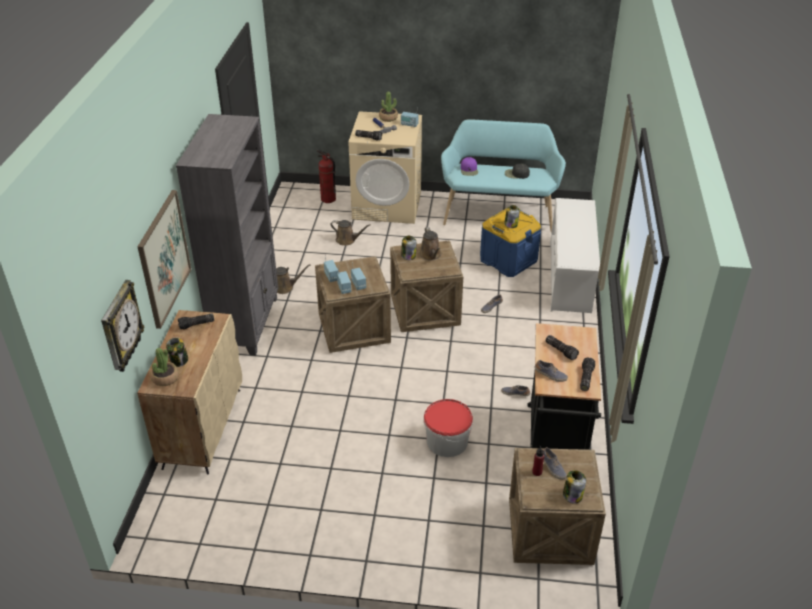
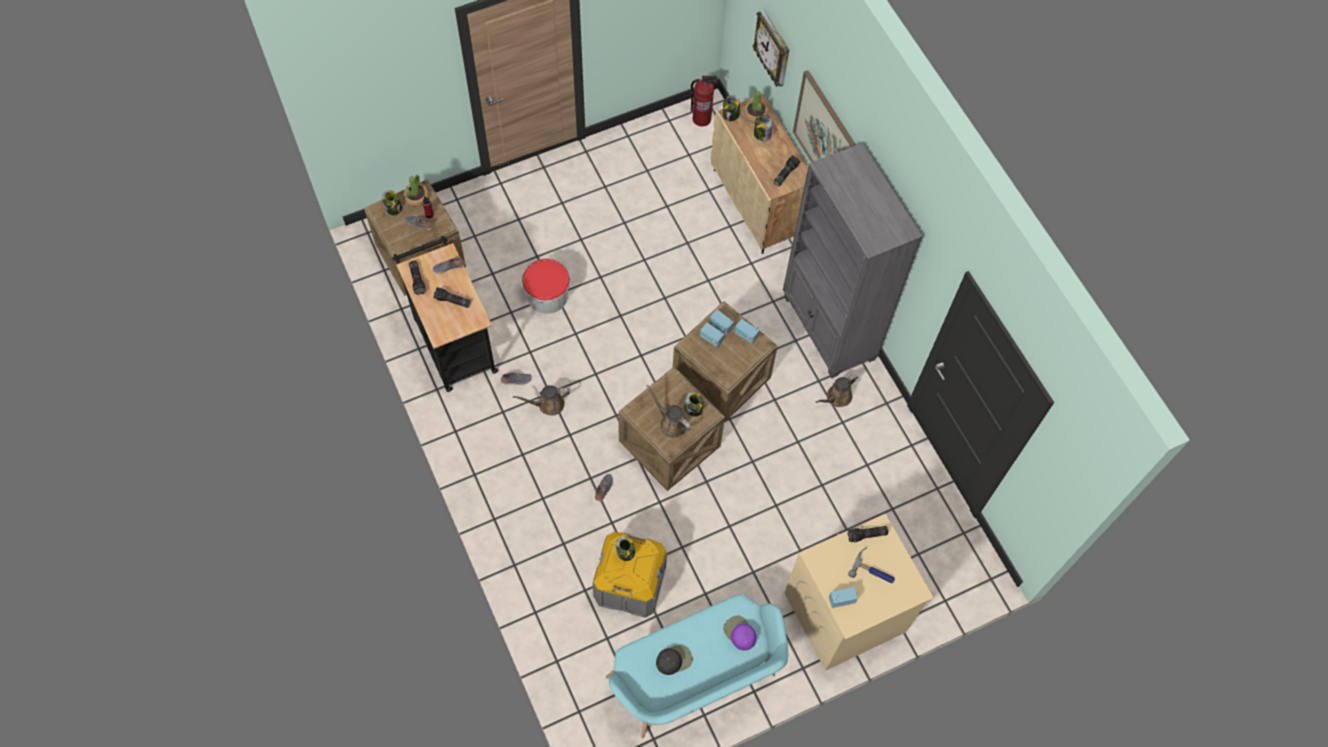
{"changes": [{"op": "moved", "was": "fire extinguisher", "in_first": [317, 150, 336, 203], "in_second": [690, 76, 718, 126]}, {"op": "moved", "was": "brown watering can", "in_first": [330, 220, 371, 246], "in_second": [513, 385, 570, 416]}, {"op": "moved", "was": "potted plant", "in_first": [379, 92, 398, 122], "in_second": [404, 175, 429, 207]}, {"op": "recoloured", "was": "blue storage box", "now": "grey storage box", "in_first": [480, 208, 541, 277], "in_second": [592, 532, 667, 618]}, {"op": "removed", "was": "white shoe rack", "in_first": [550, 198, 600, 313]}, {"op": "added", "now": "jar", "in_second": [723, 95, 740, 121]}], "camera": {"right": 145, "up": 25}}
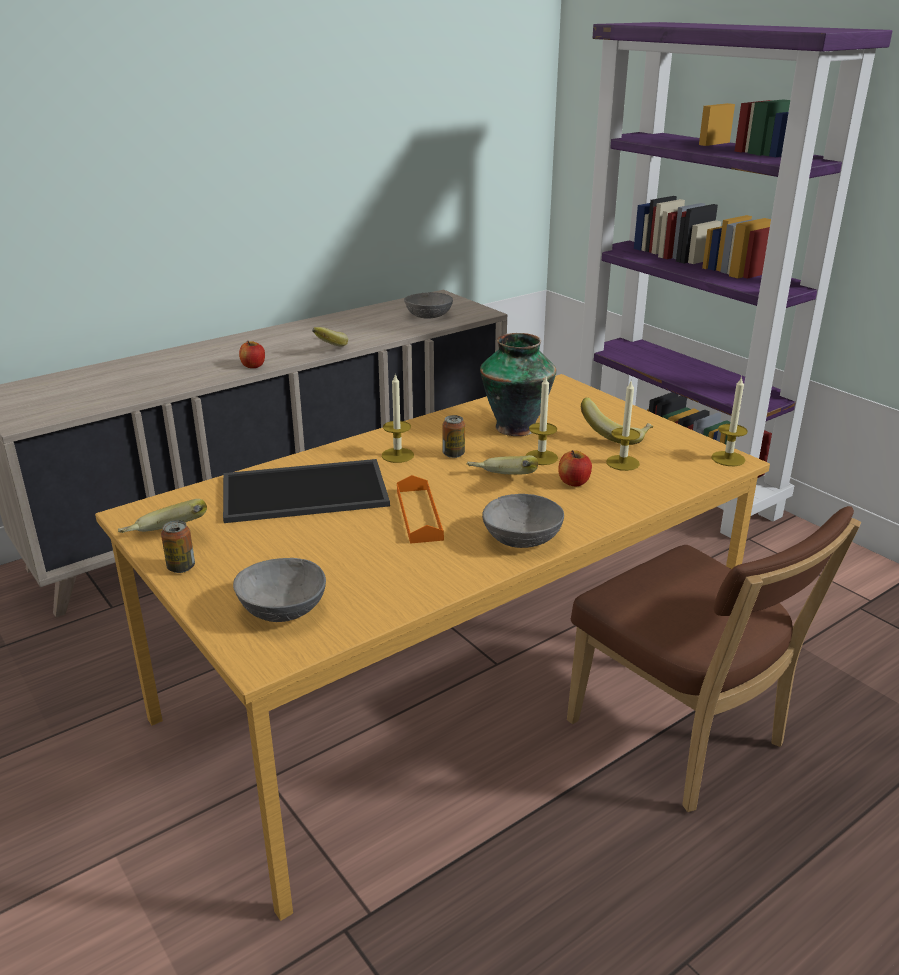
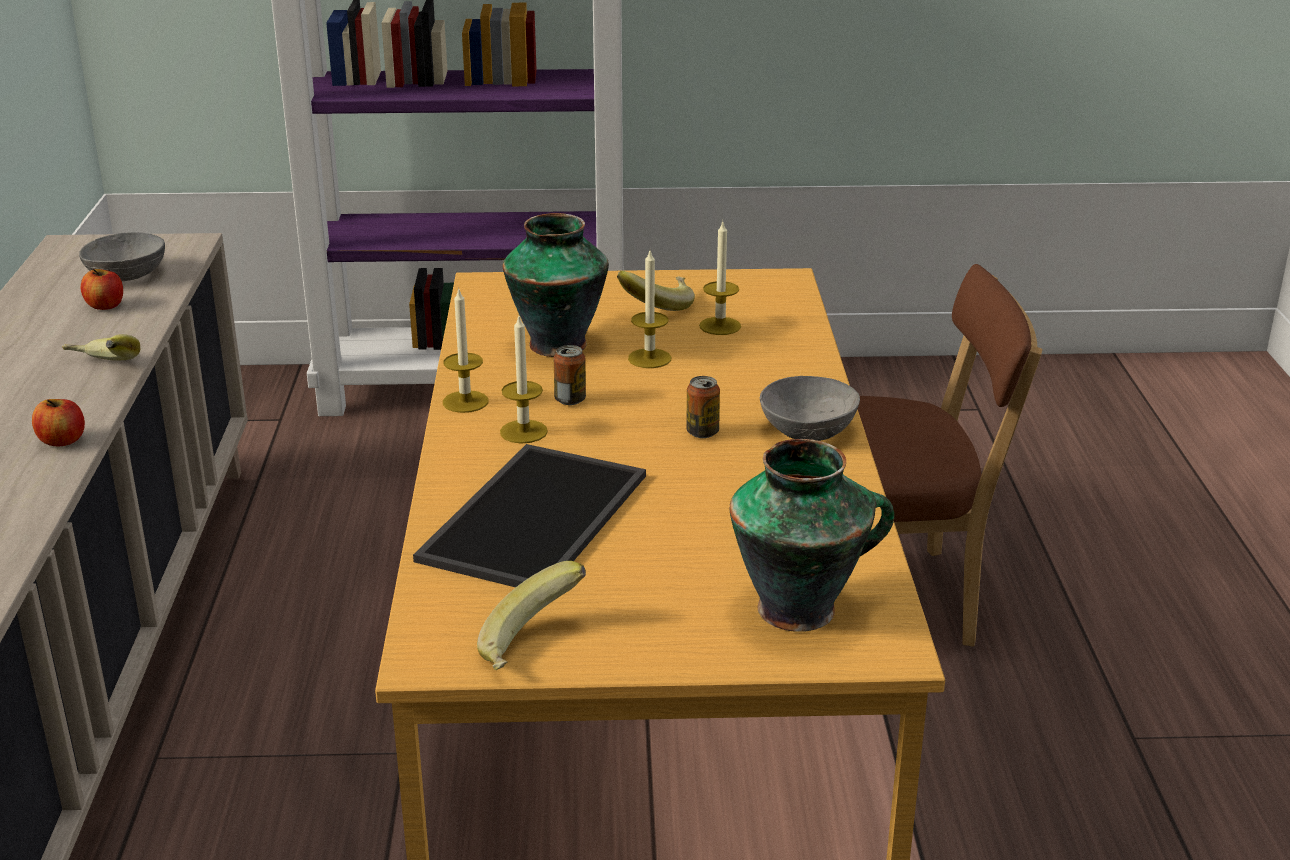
{"changes": [{"op": "moved", "was": "can", "in_first": [161, 520, 195, 573], "in_second": [687, 376, 720, 438]}, {"op": "replaced", "was": "grey bowl", "now": "vase", "in_first": [233, 558, 326, 622], "in_second": [730, 439, 894, 632]}, {"op": "removed", "was": "orange tray", "in_first": [397, 475, 444, 544]}, {"op": "removed", "was": "banana", "in_first": [467, 455, 538, 475]}, {"op": "moved", "was": "apple", "in_first": [558, 450, 592, 486], "in_second": [81, 269, 123, 310]}, {"op": "moved", "was": "candle", "in_first": [711, 376, 748, 466], "in_second": [443, 287, 489, 413]}], "camera": {"right": -55, "up": 0}}
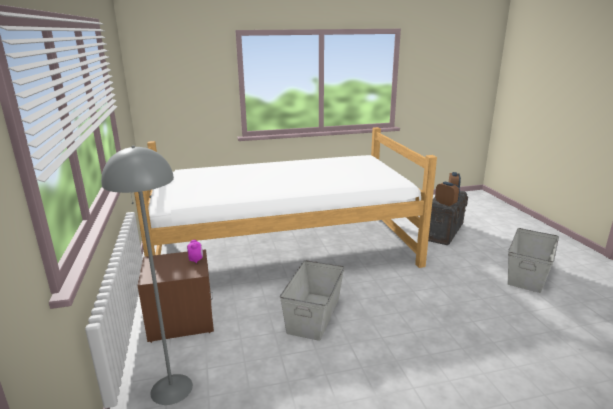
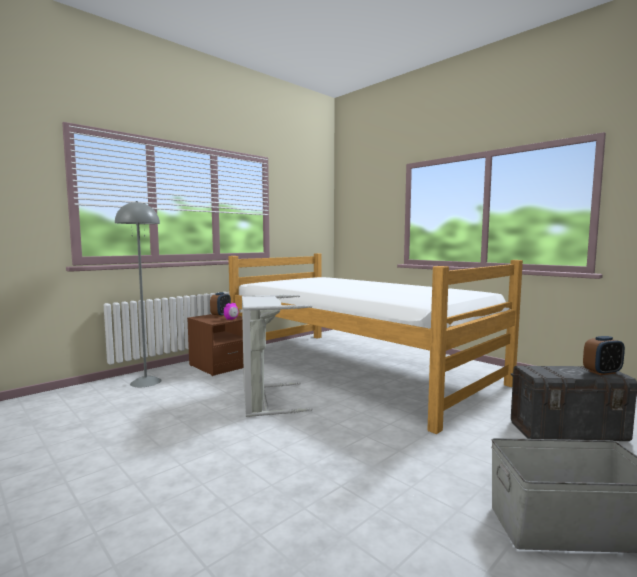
{"changes": [{"op": "replaced", "was": "grey storage box", "now": "grey laundry basket", "in_first": [280, 260, 345, 341], "in_second": [242, 294, 313, 417]}, {"op": "moved", "was": "alarm clock", "in_first": [435, 182, 460, 206], "in_second": [210, 292, 231, 317]}], "camera": {"right": 60, "up": -15}}
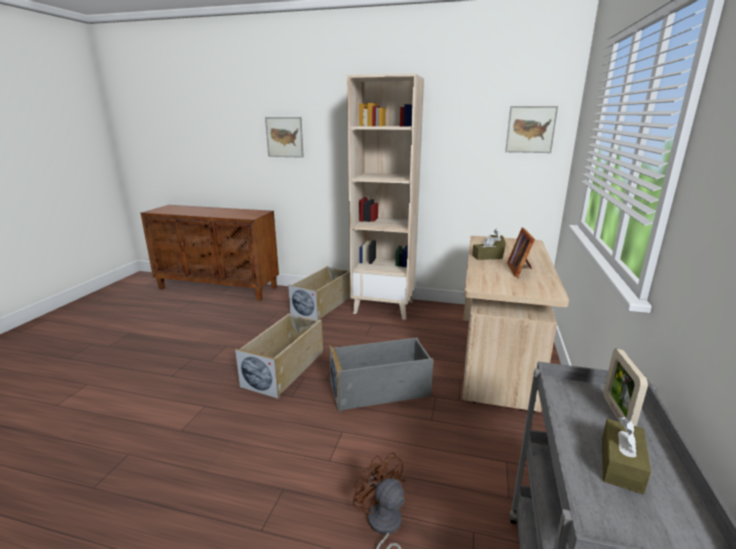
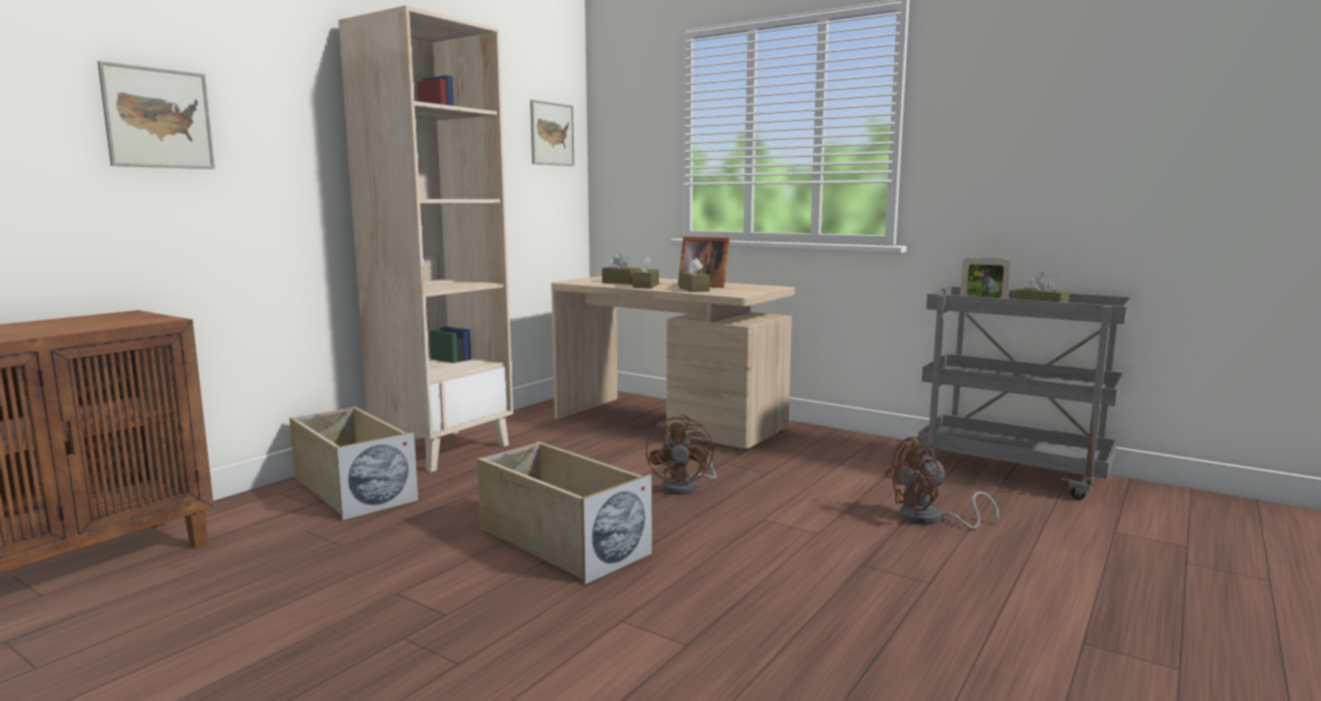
{"changes": [{"op": "replaced", "was": "grey storage box", "now": "brown fan", "in_first": [330, 337, 433, 412], "in_second": [646, 414, 716, 495]}, {"op": "added", "now": "brown tissue box", "in_second": [679, 258, 710, 292]}], "camera": {"right": -70, "up": -10}}
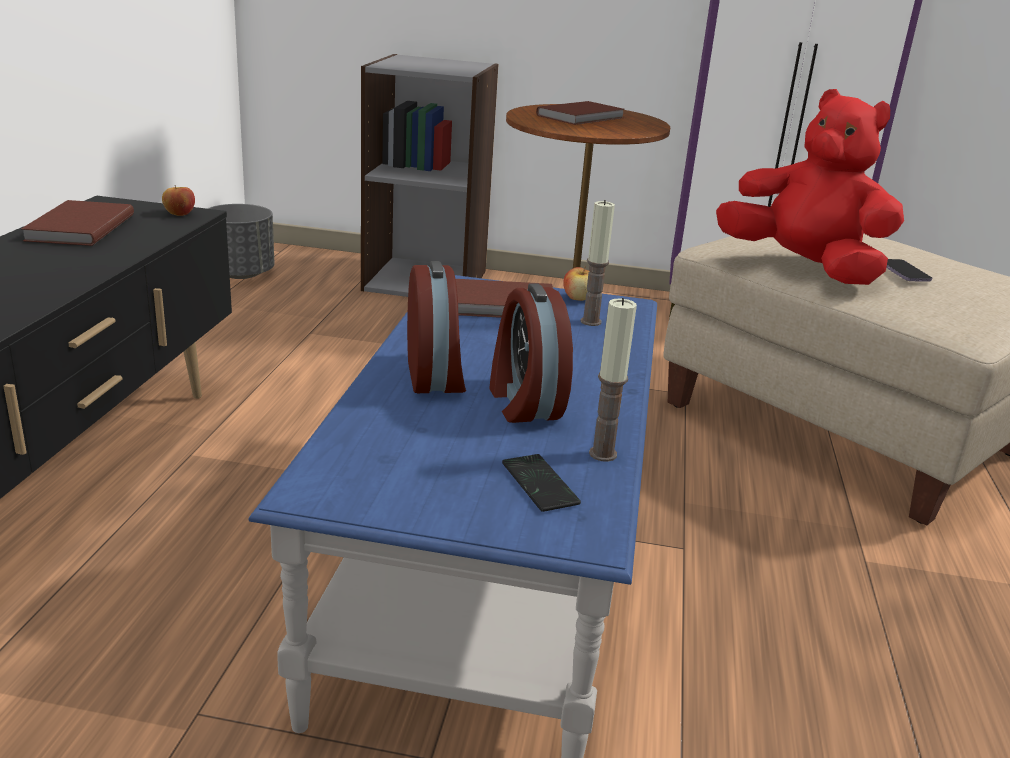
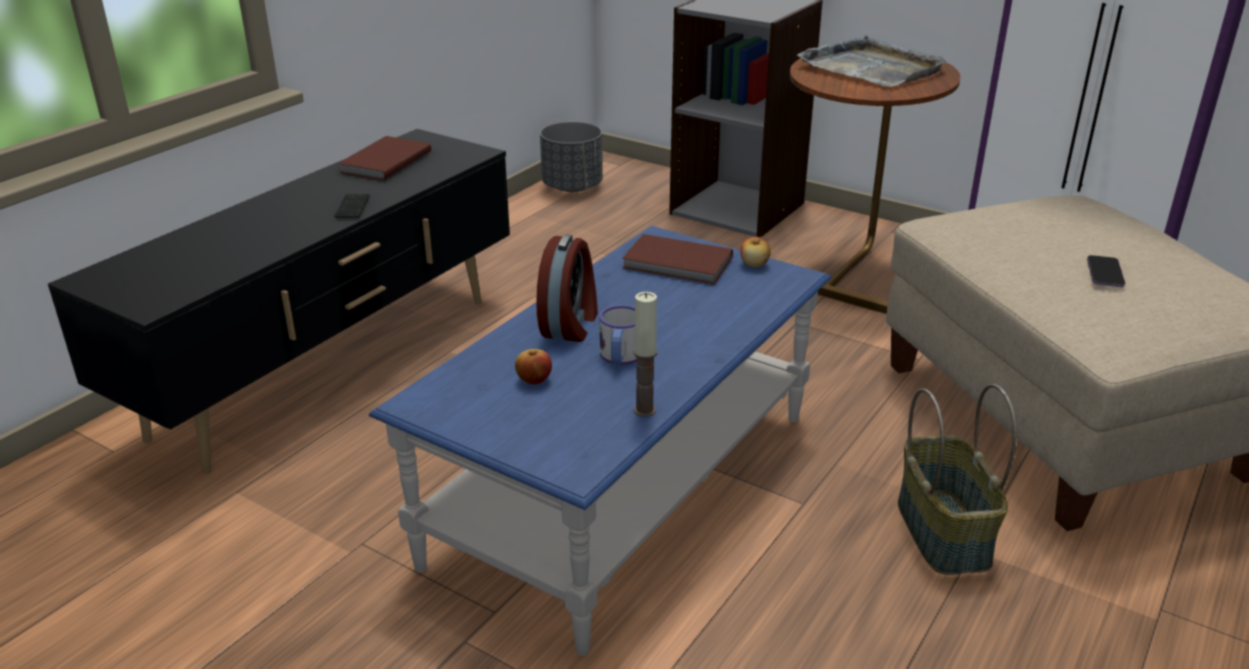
{"changes": [{"op": "moved", "was": "apple", "in_first": [162, 185, 195, 216], "in_second": [515, 349, 552, 385]}, {"op": "replaced", "was": "alarm clock", "now": "mug", "in_first": [489, 283, 573, 423], "in_second": [600, 305, 637, 364]}, {"op": "moved", "was": "phone", "in_first": [502, 454, 581, 512], "in_second": [335, 194, 370, 218]}, {"op": "replaced", "was": "brown book", "now": "grey tray", "in_first": [536, 101, 625, 125], "in_second": [797, 35, 947, 87]}, {"op": "removed", "was": "candle", "in_first": [581, 200, 615, 326]}, {"op": "removed", "was": "red plush toy", "in_first": [716, 89, 904, 285]}, {"op": "added", "now": "basket", "in_second": [898, 384, 1017, 575]}], "camera": {"right": 25, "up": 5}}
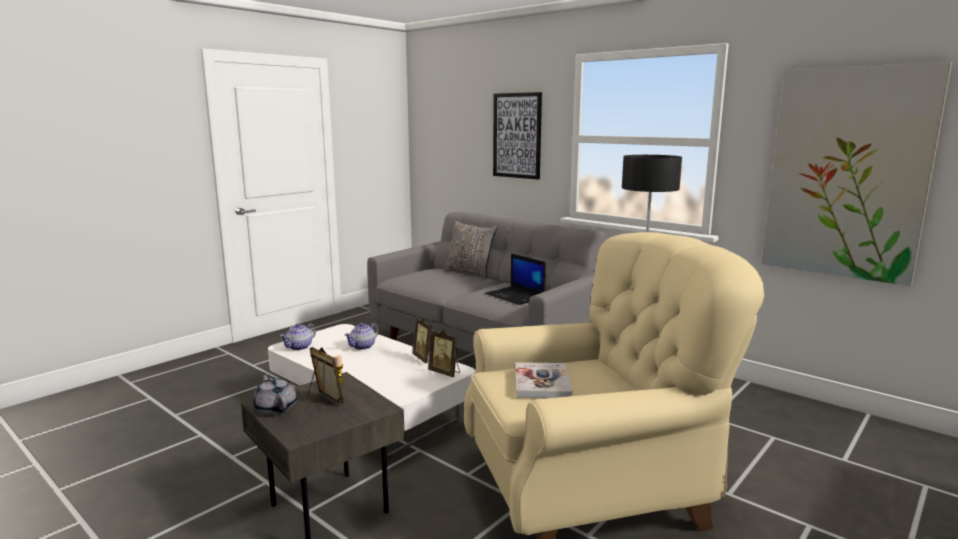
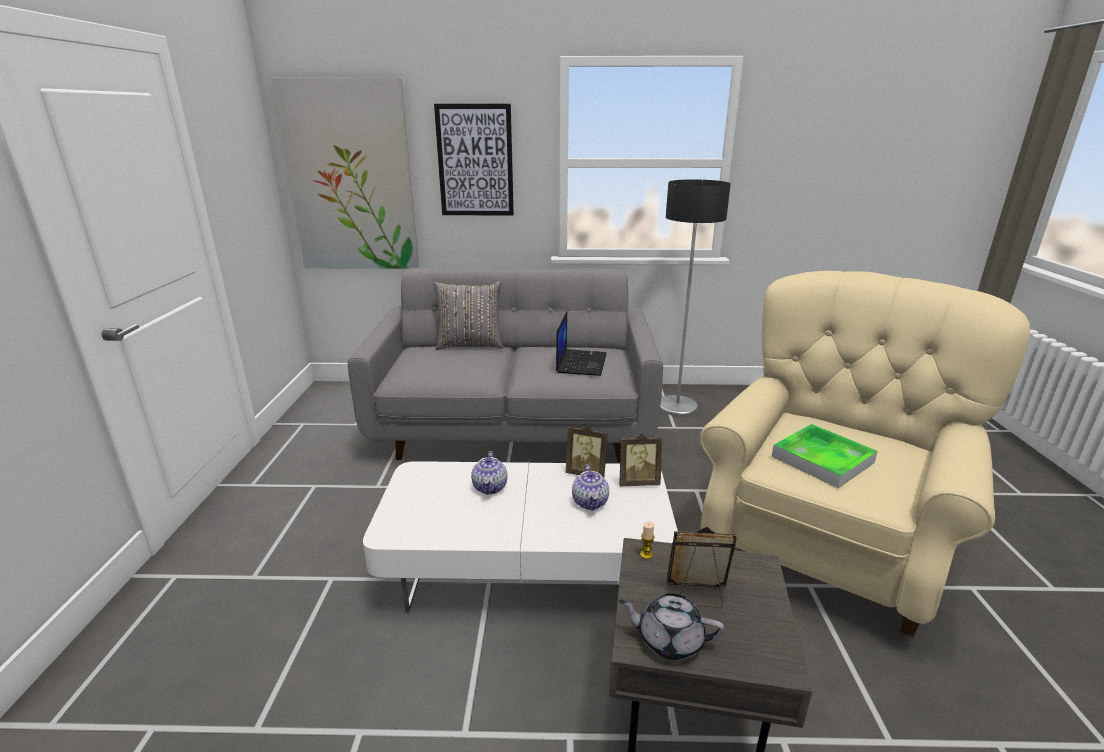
{"changes": [{"op": "moved", "was": "teapot", "in_first": [280, 323, 316, 350], "in_second": [572, 464, 609, 511]}, {"op": "turned", "was": "laptop", "in_first": [485, 254, 546, 305], "in_second": [556, 311, 607, 376], "clockwise": -90}, {"op": "replaced", "was": "book", "now": "tray", "in_first": [515, 362, 573, 398], "in_second": [771, 424, 878, 488]}, {"op": "moved", "was": "picture", "in_first": [761, 62, 952, 286], "in_second": [272, 78, 419, 269]}], "camera": {"right": -40, "up": 10}}
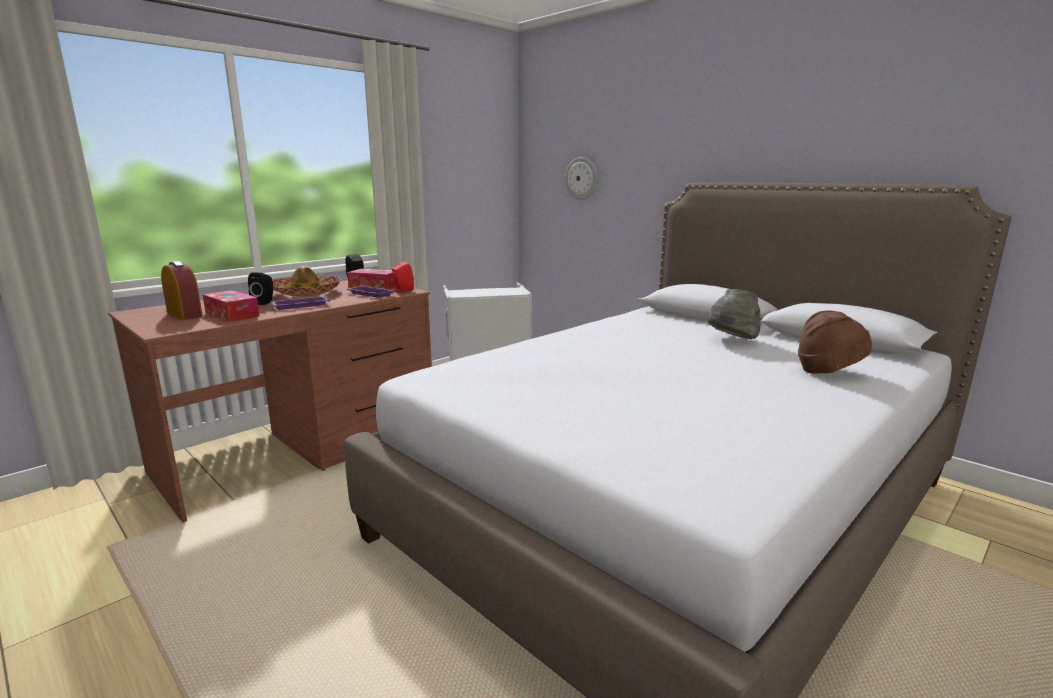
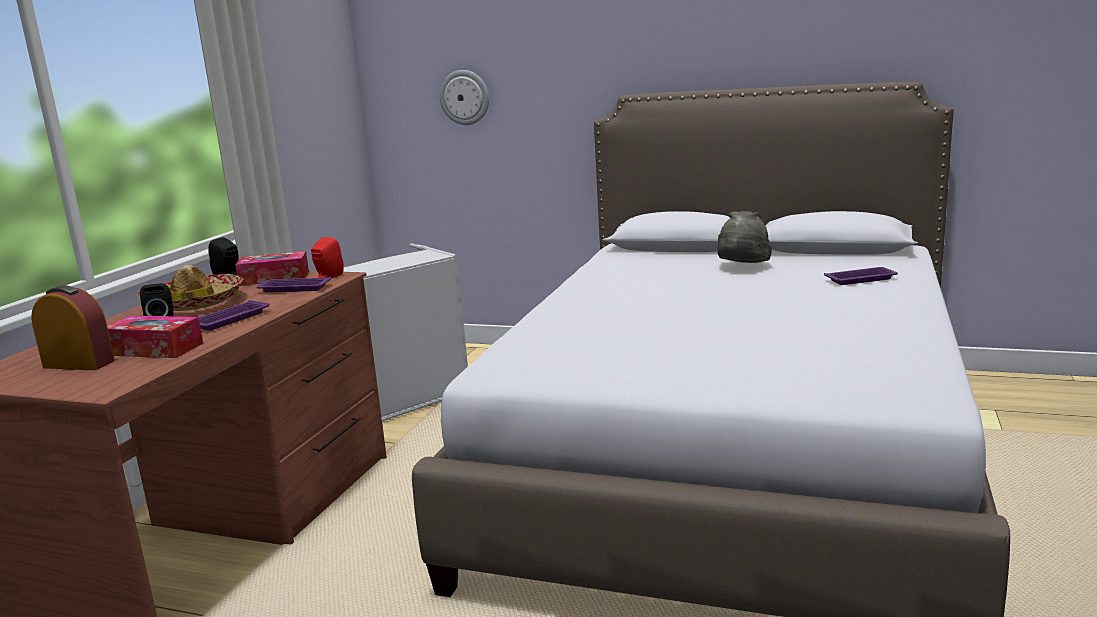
{"changes": [{"op": "replaced", "was": "brown hat", "now": "purple tray", "in_first": [798, 311, 872, 373], "in_second": [824, 267, 898, 285]}], "camera": {"right": -25, "up": 0}}
